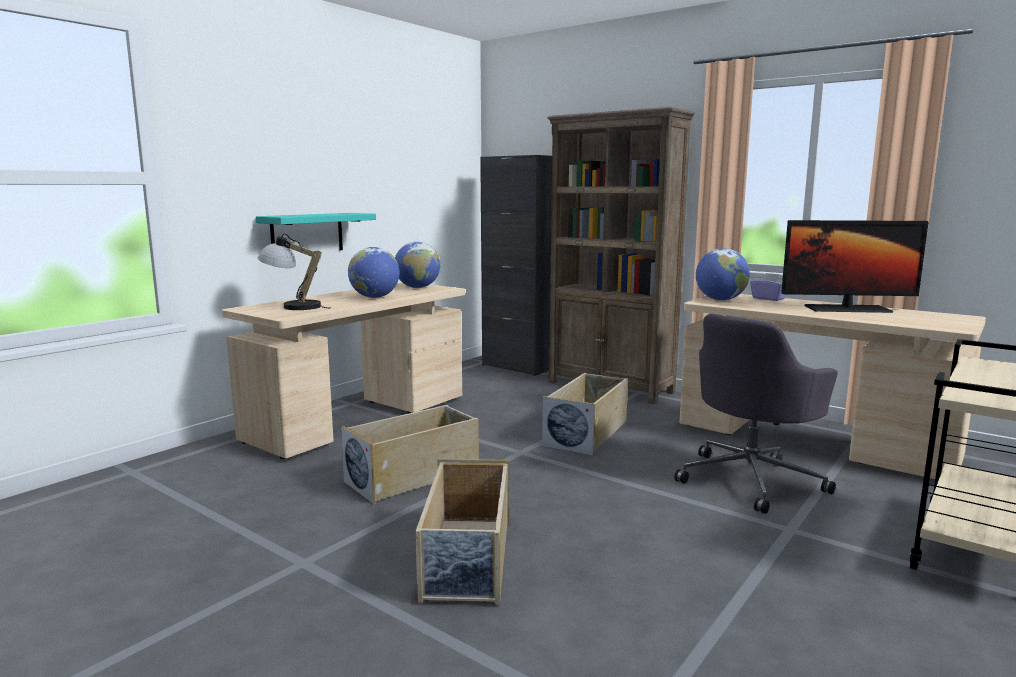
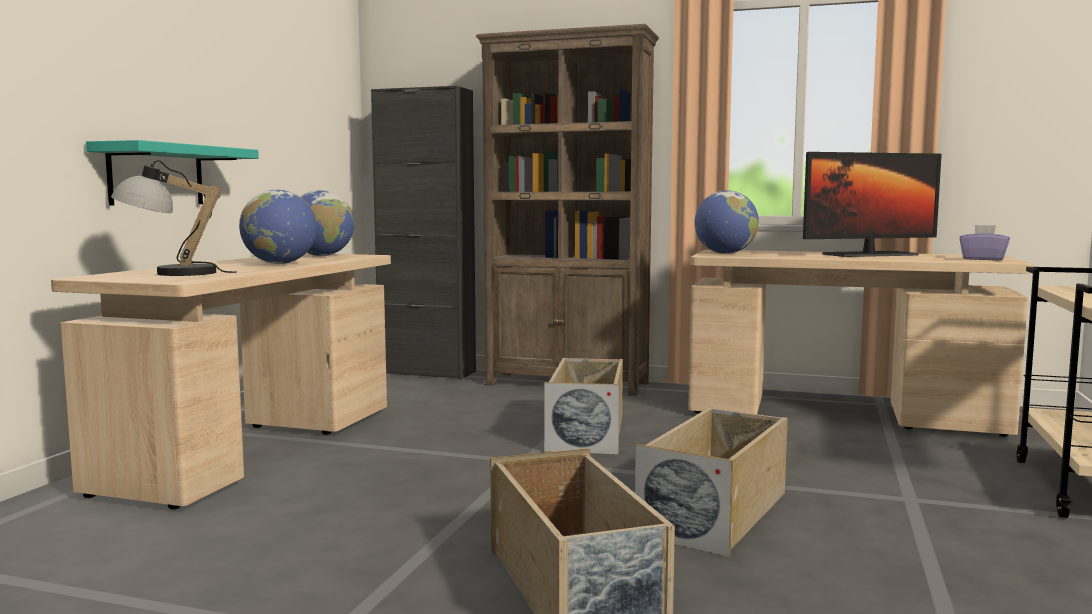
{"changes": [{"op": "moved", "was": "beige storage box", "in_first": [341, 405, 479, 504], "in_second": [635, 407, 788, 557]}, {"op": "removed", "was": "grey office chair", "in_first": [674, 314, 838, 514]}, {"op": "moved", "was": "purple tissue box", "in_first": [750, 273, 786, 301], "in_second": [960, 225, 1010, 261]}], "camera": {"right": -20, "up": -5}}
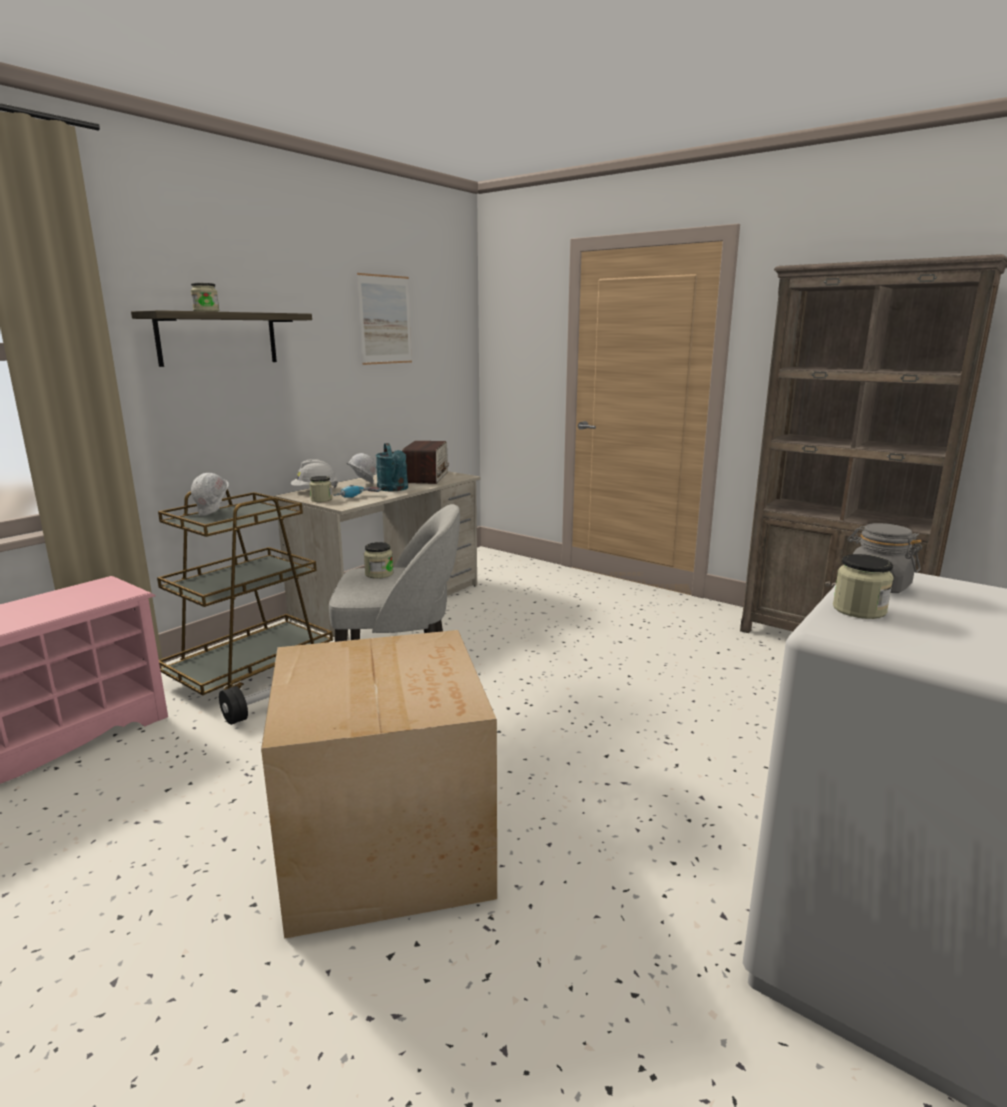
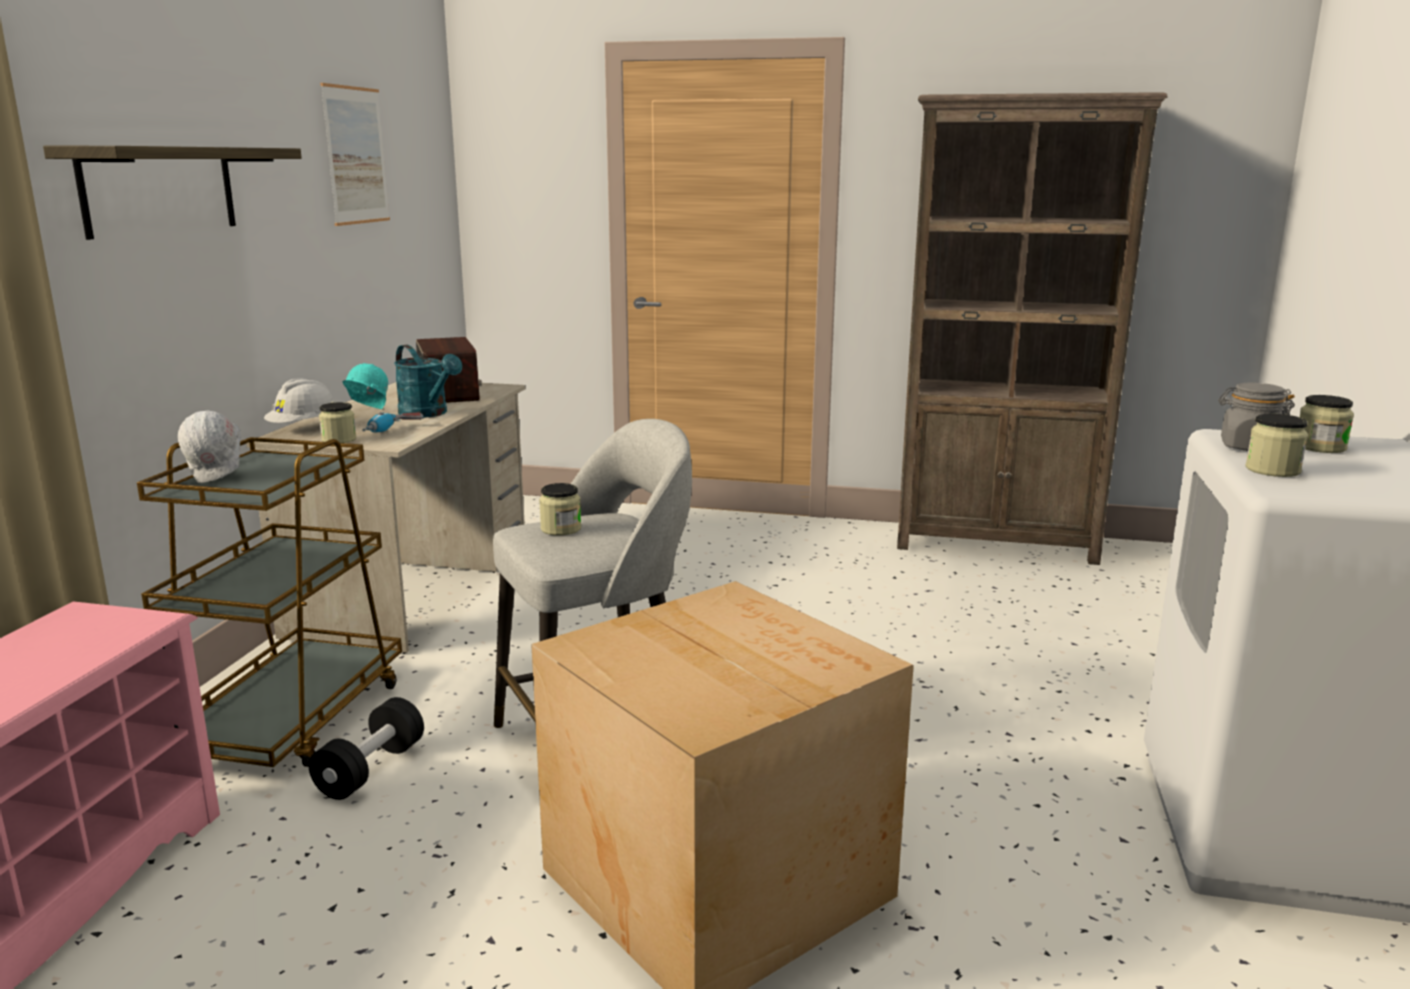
{"changes": [{"op": "moved", "was": "jar", "in_first": [191, 283, 219, 312], "in_second": [1300, 395, 1354, 453]}, {"op": "recoloured", "was": "white hard hat", "now": "turquoise hard hat", "in_first": [347, 453, 376, 483], "in_second": [343, 363, 388, 409]}], "camera": {"right": -25, "up": 0}}
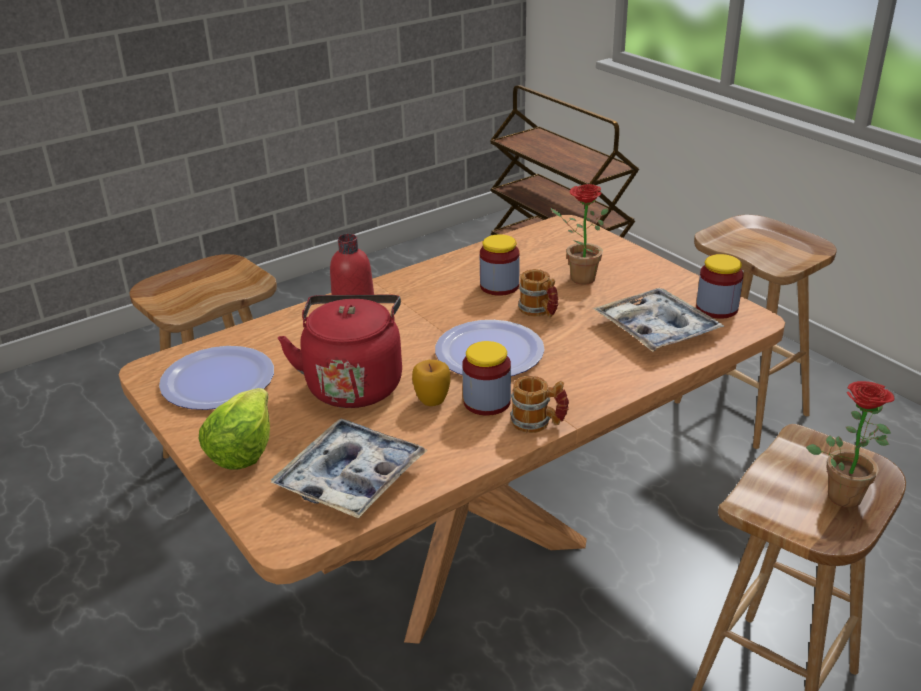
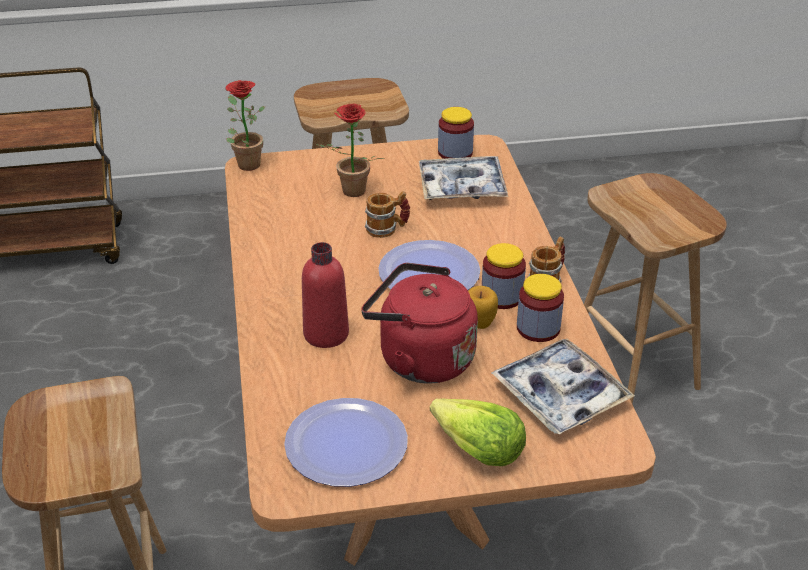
{"changes": [{"op": "moved", "was": "jar", "in_first": [480, 234, 520, 296], "in_second": [517, 274, 564, 342]}, {"op": "moved", "was": "potted plant", "in_first": [806, 381, 894, 508], "in_second": [225, 80, 265, 171]}], "camera": {"right": -65, "up": 5}}
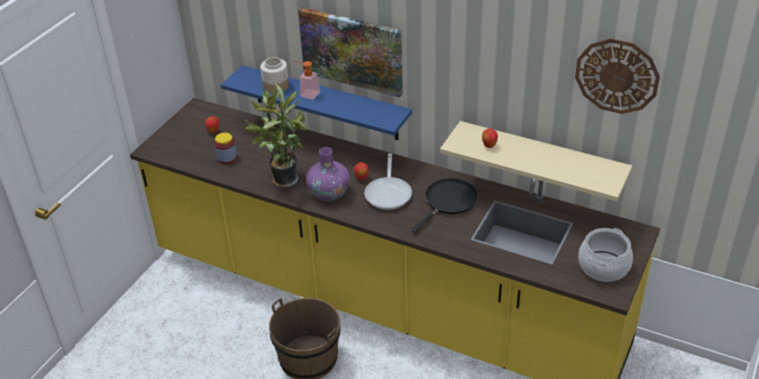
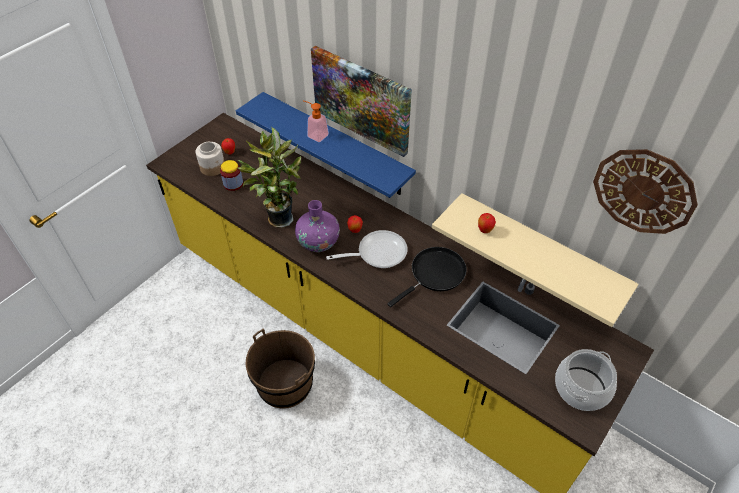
{"changes": [{"op": "moved", "was": "jar", "in_first": [260, 57, 289, 93], "in_second": [196, 142, 225, 176]}, {"op": "turned", "was": "frying pan", "in_first": [364, 153, 412, 210], "in_second": [326, 230, 408, 268], "clockwise": -120}], "camera": {"right": 10, "up": 10}}
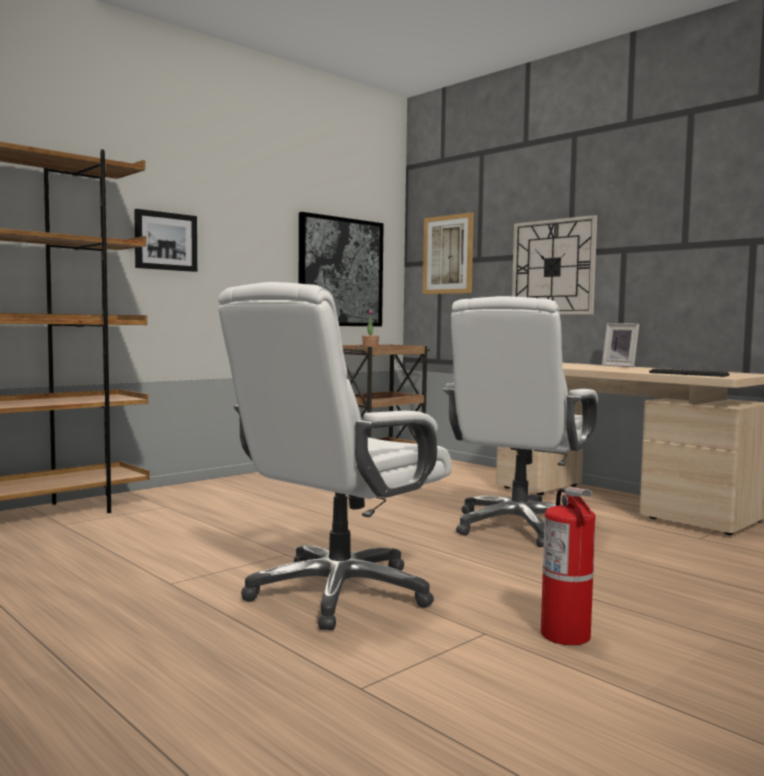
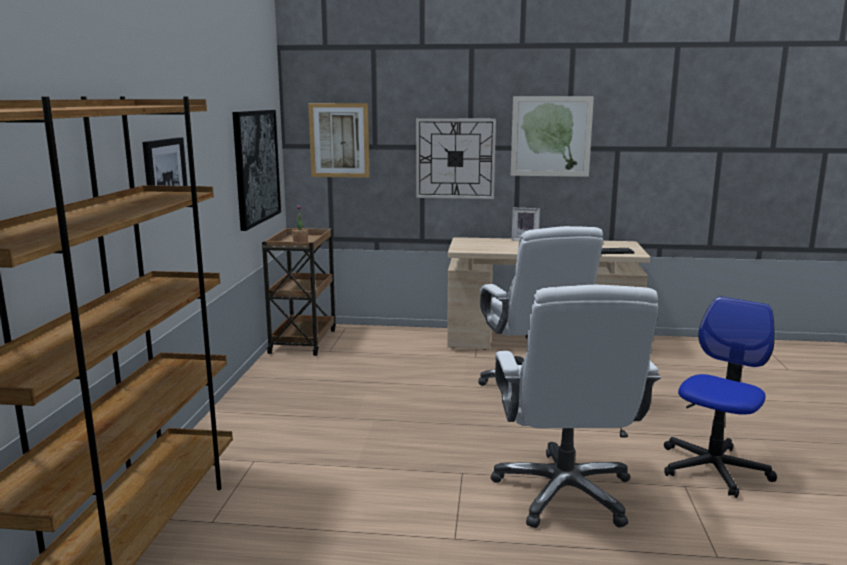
{"changes": [{"op": "replaced", "was": "fire extinguisher", "now": "office chair", "in_first": [541, 487, 596, 645], "in_second": [664, 297, 777, 498]}, {"op": "added", "now": "picture", "in_second": [511, 96, 594, 177]}], "camera": {"right": -40, "up": 10}}
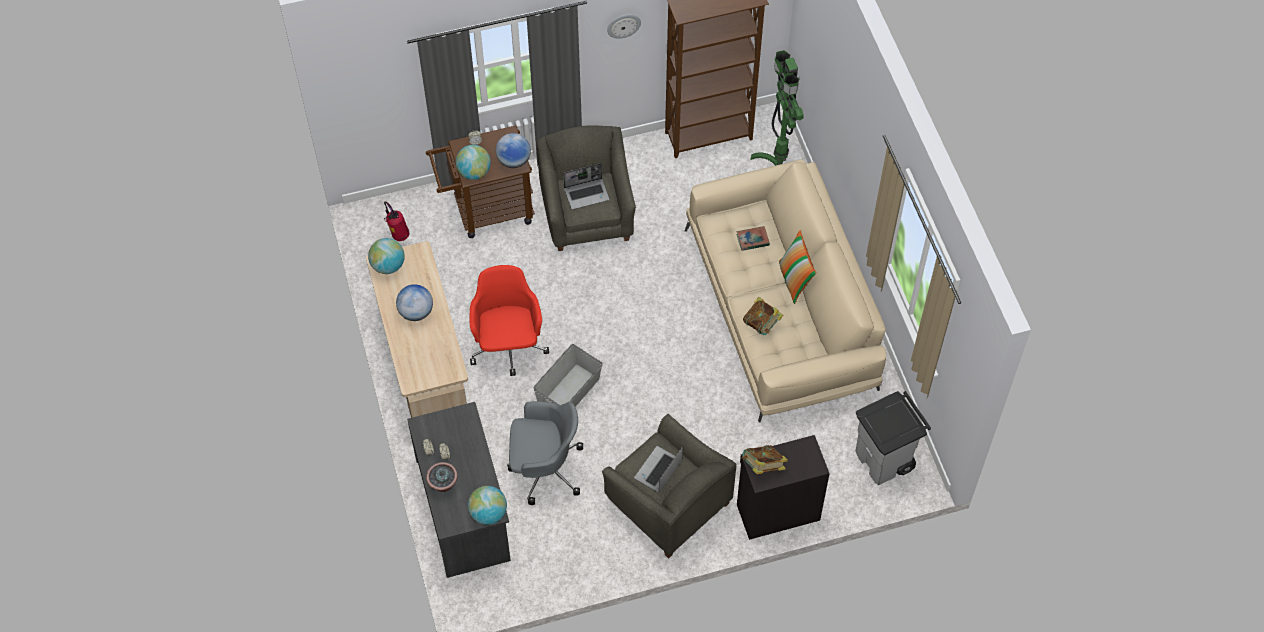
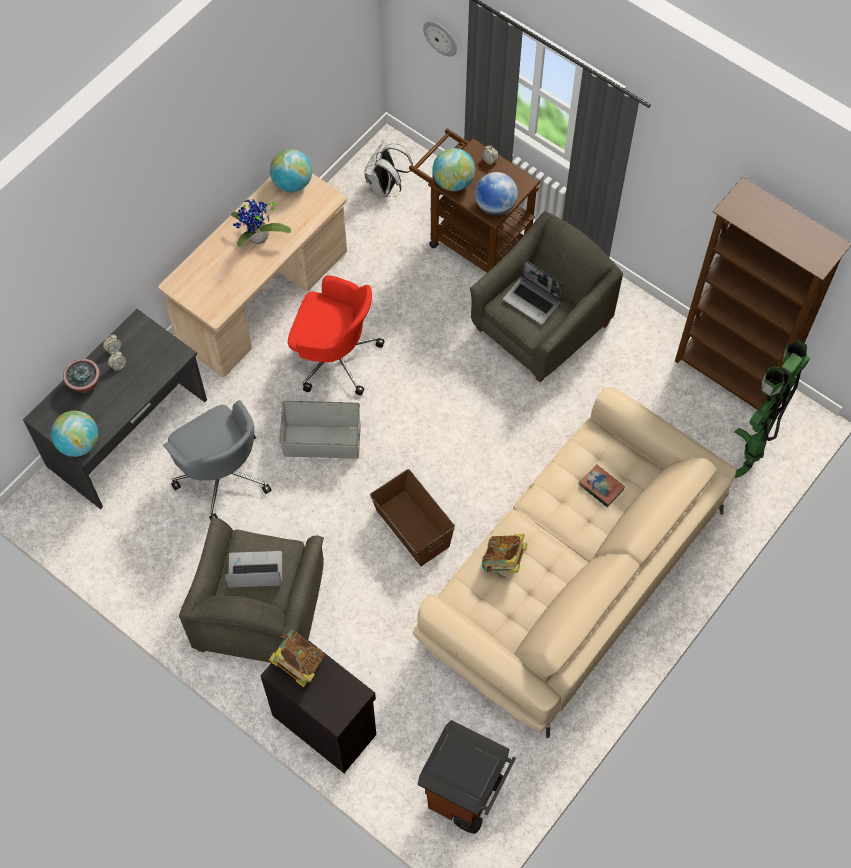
{"changes": [{"op": "replaced", "was": "fire extinguisher", "now": "white backpack", "in_first": [384, 201, 409, 241], "in_second": [364, 139, 413, 197]}, {"op": "replaced", "was": "globe", "now": "potted plant", "in_first": [396, 284, 433, 321], "in_second": [231, 200, 291, 247]}, {"op": "turned", "was": "red office chair", "in_first": [469, 265, 549, 376], "in_second": [288, 275, 385, 395], "clockwise": 60}, {"op": "moved", "was": "wall clock", "in_first": [607, 15, 641, 38], "in_second": [423, 21, 457, 57]}, {"op": "removed", "was": "pillow", "in_first": [779, 230, 816, 304]}, {"op": "recoloured", "was": "grey trash can", "now": "brown trash can", "in_first": [856, 391, 931, 485], "in_second": [418, 720, 516, 834]}, {"op": "added", "now": "brown storage box", "in_second": [370, 469, 455, 566]}], "camera": {"right": 55, "up": 5}}
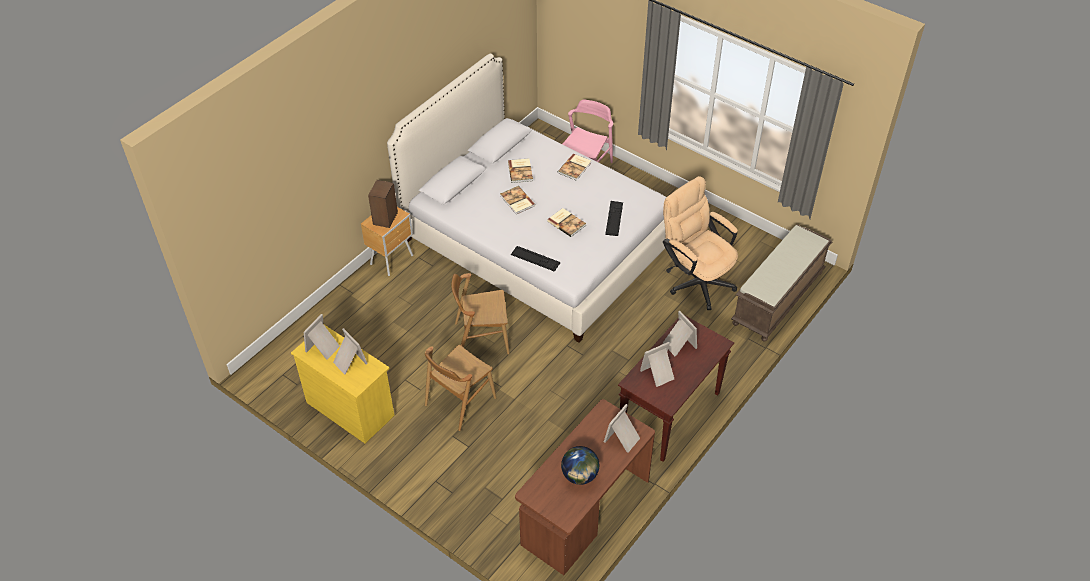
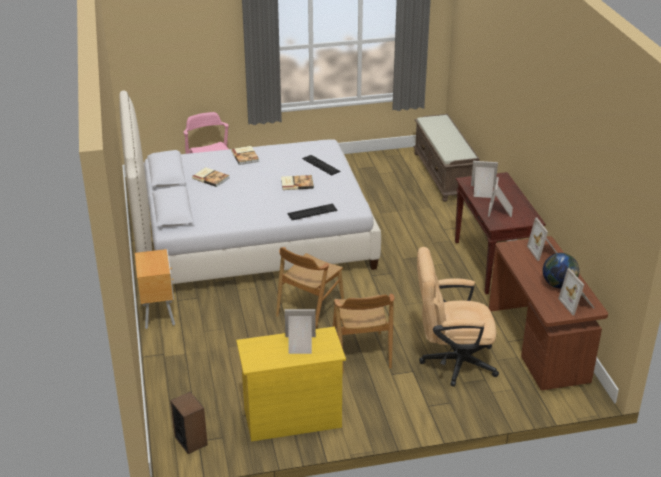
{"changes": [{"op": "moved", "was": "picture frame", "in_first": [304, 314, 340, 360], "in_second": [558, 268, 594, 315]}, {"op": "moved", "was": "speaker", "in_first": [368, 180, 398, 228], "in_second": [170, 392, 208, 454]}, {"op": "removed", "was": "book", "in_first": [500, 186, 535, 214]}, {"op": "moved", "was": "beige office chair", "in_first": [663, 176, 738, 310], "in_second": [417, 247, 499, 387]}], "camera": {"right": -50, "up": -15}}
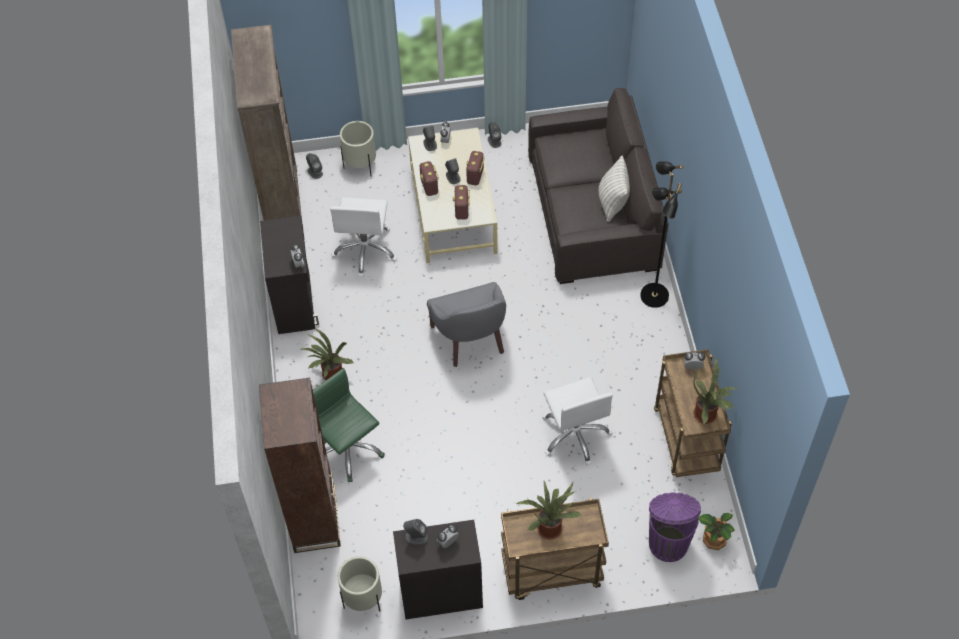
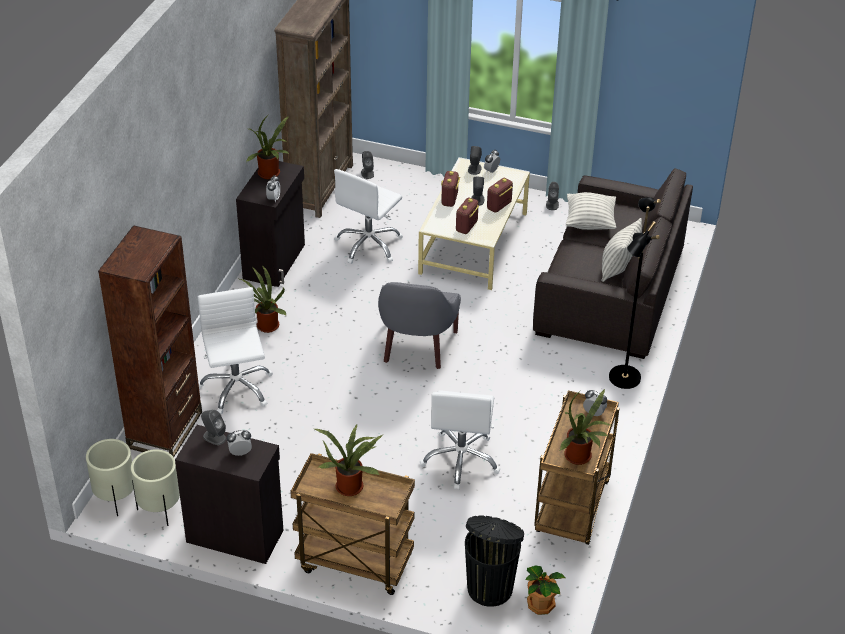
{"changes": [{"op": "recoloured", "was": "green office chair", "now": "white office chair", "in_first": [313, 368, 385, 482], "in_second": [198, 287, 273, 414]}, {"op": "moved", "was": "beige planter", "in_first": [340, 121, 376, 176], "in_second": [86, 439, 134, 516]}, {"op": "recoloured", "was": "purple trash can", "now": "black trash can", "in_first": [649, 492, 701, 562], "in_second": [465, 516, 524, 607]}, {"op": "added", "now": "potted plant", "in_second": [246, 114, 289, 179]}, {"op": "added", "now": "pillow", "in_second": [566, 192, 616, 230]}], "camera": {"right": 25, "up": -15}}
